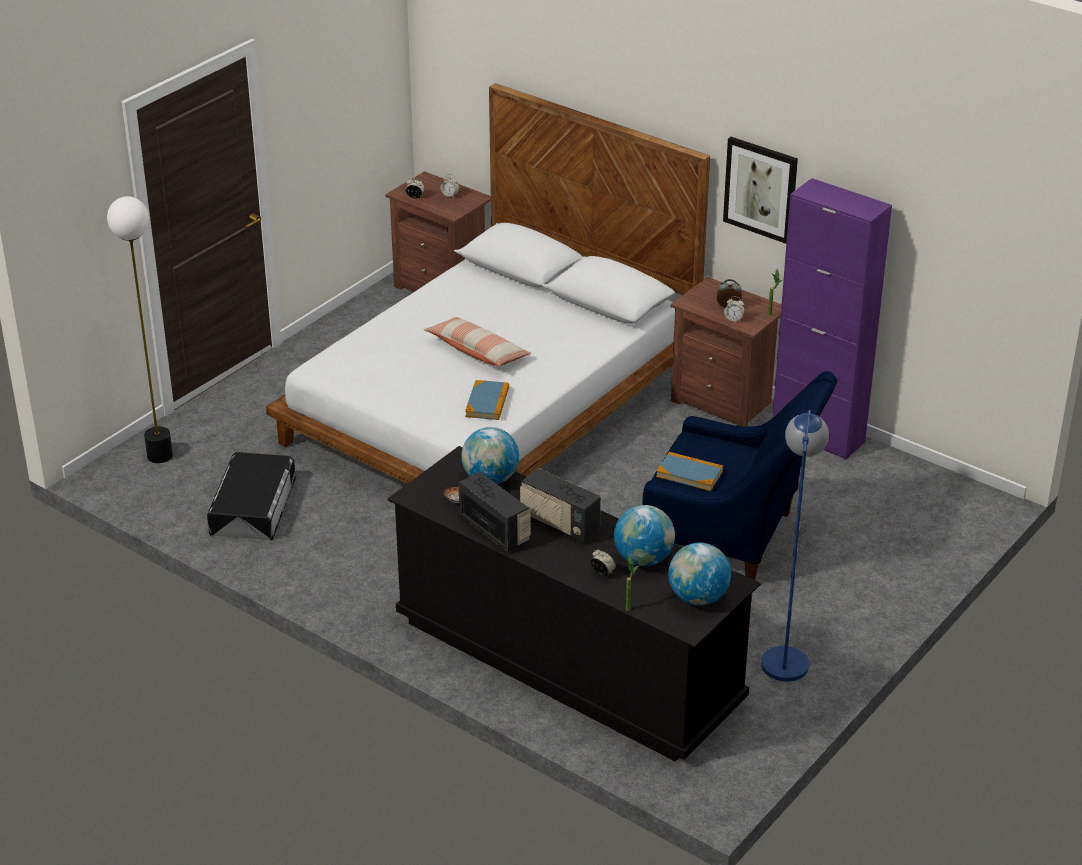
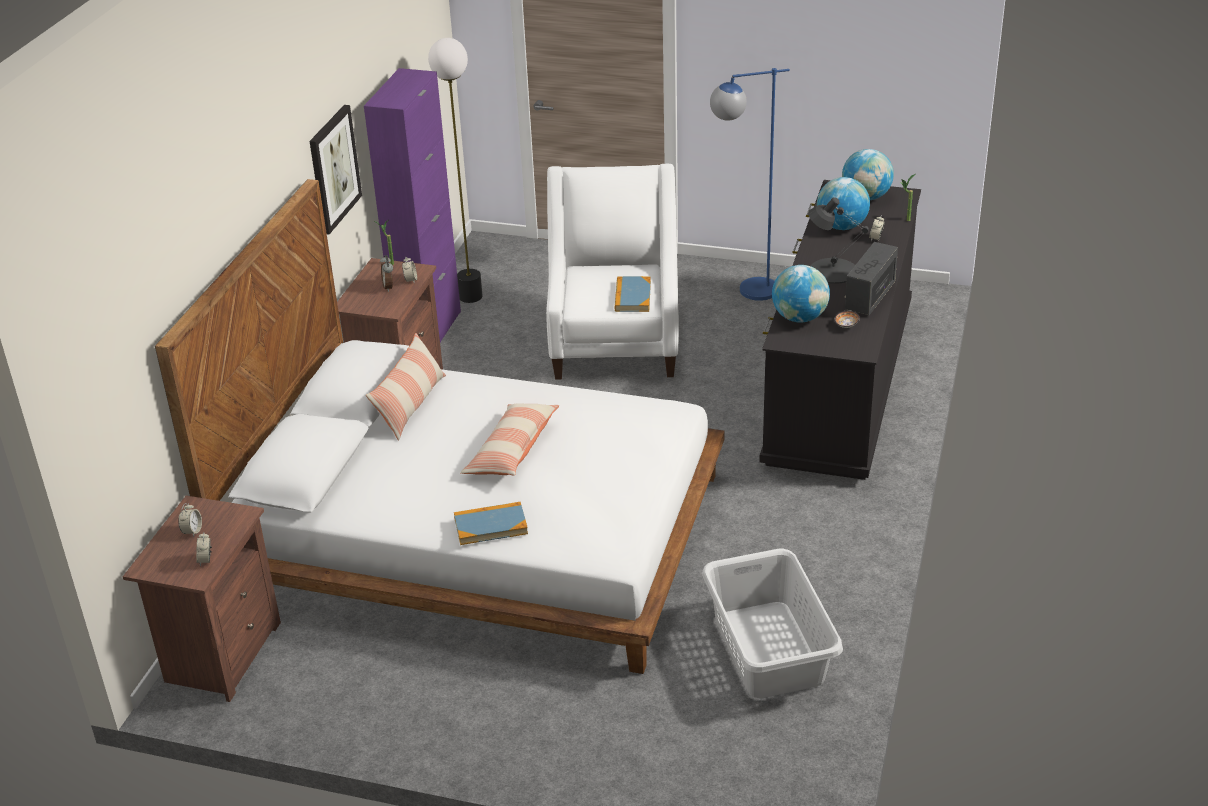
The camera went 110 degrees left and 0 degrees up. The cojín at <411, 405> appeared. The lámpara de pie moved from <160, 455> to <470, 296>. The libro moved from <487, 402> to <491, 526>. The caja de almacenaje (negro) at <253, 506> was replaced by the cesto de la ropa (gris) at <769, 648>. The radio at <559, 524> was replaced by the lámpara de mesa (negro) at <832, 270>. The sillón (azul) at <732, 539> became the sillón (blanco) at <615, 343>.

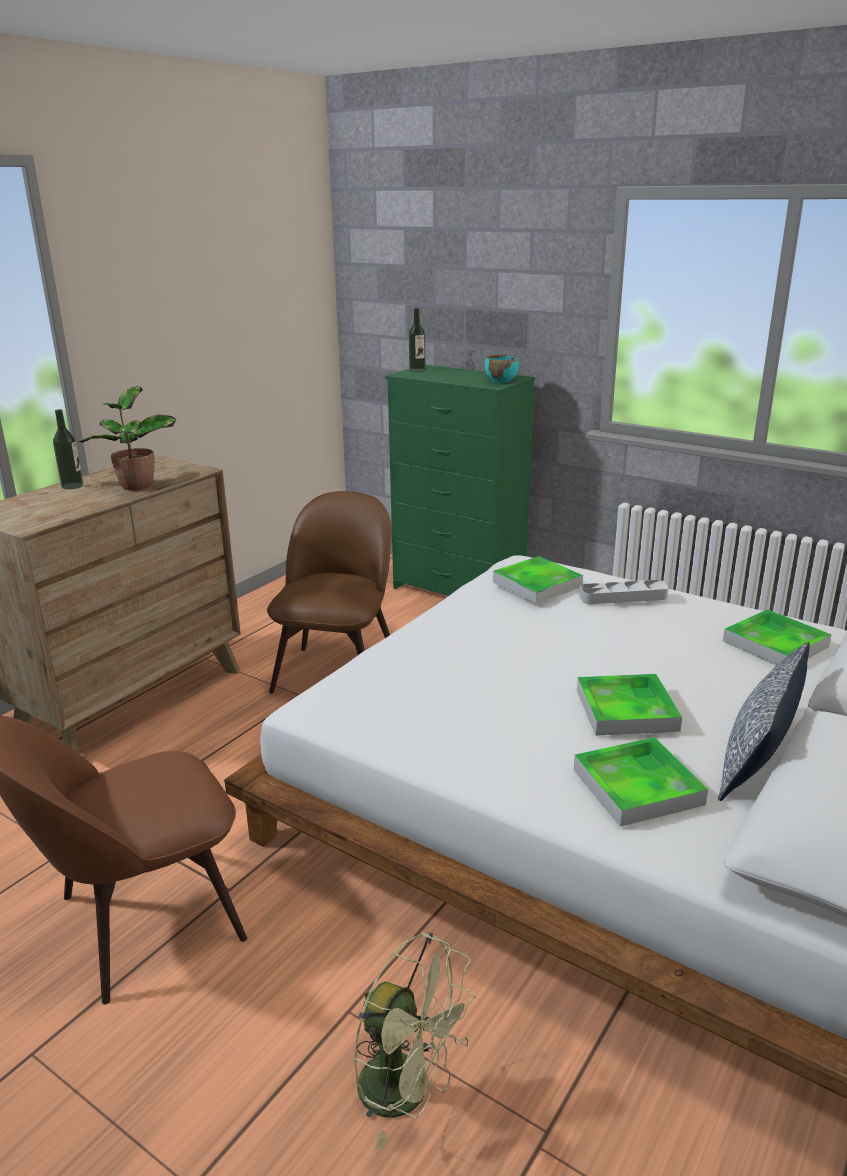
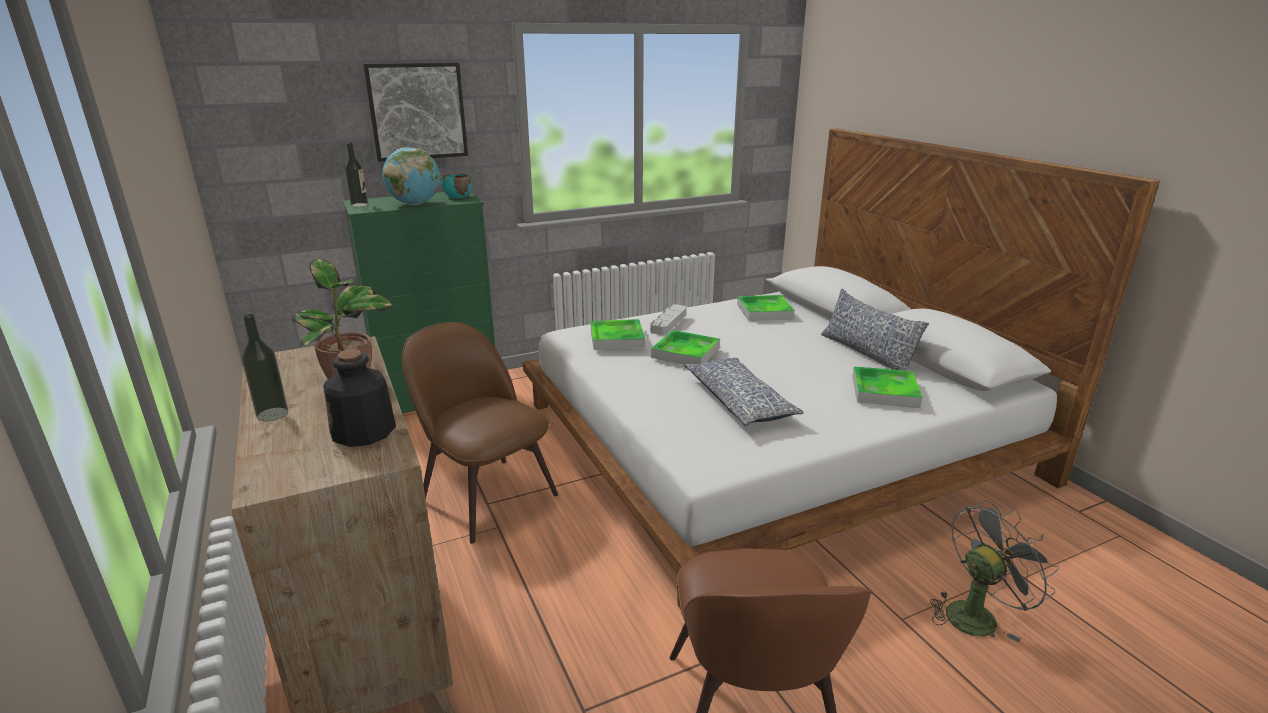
The camera went 60 degrees left and 0 degrees up. The botella at <364, 431> appeared. The cuadro at <417, 111> appeared. The globo terráqueo at <415, 204> appeared. The cojín at <739, 401> appeared. The bandeja moved from <626, 710> to <685, 352>. The ventilador (verde) at <408, 1092> became the ventilador (gris) at <976, 614>.

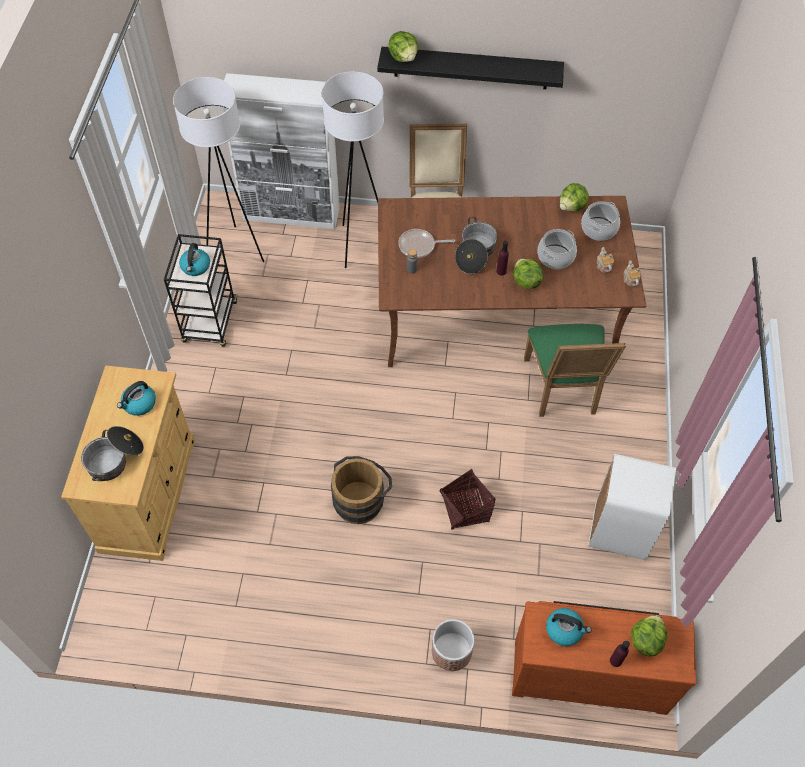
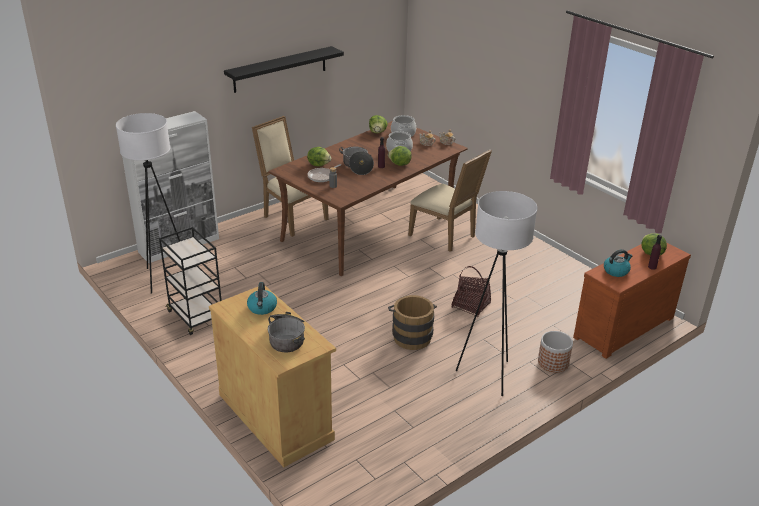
The camera went 45 degrees left and 25 degrees down. The hervidor at <196, 267> disappeared. The papelera (blanco) at <620, 532> disappeared. The lámpara de pie (blanco) moved from <359, 245> to <487, 375>. The lechuga moved from <404, 57> to <319, 164>. The silla (verde) at <563, 390> became the silla (beis) at <445, 236>.

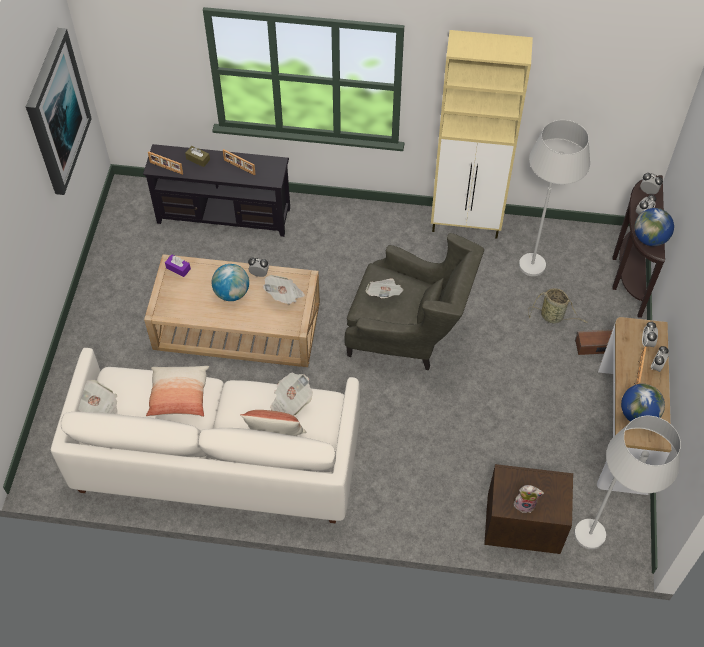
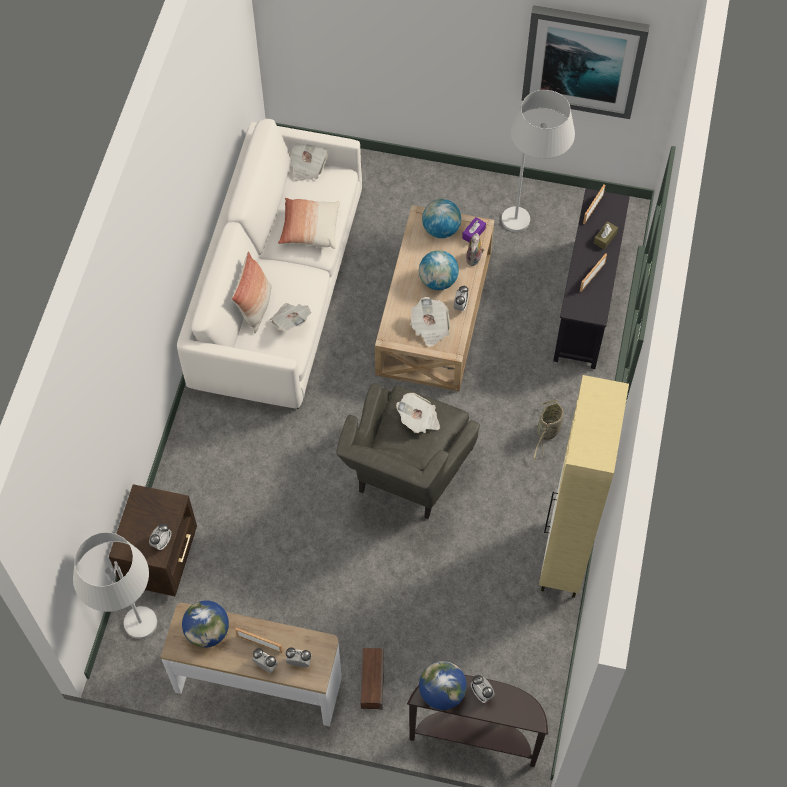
The camera went 95 degrees right and 5 degrees up. The globo terráqueo at <441, 229> appeared. The peluche moved from <525, 504> to <474, 259>. The lámpara de pie (blanco) moved from <537, 254> to <529, 227>. The cesta moved from <553, 317> to <547, 433>. The despertador moved from <648, 191> to <161, 542>.

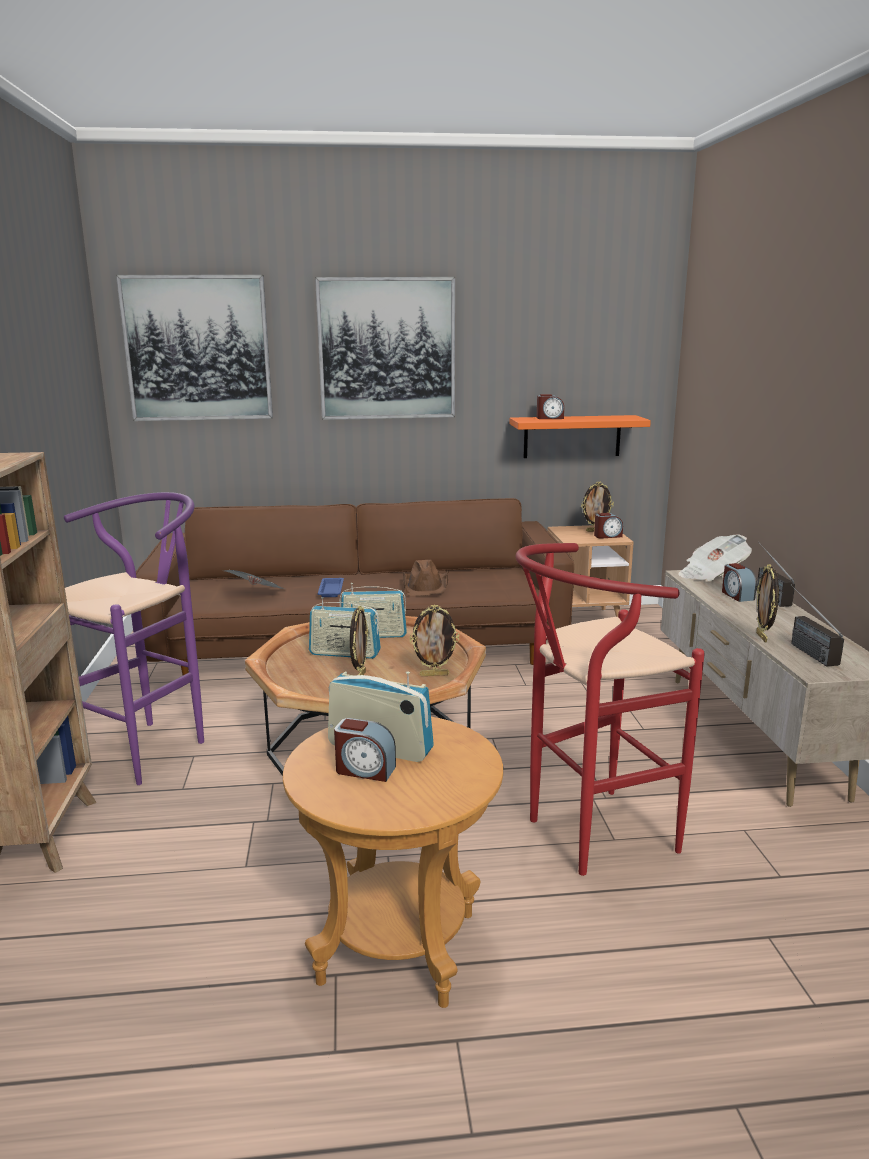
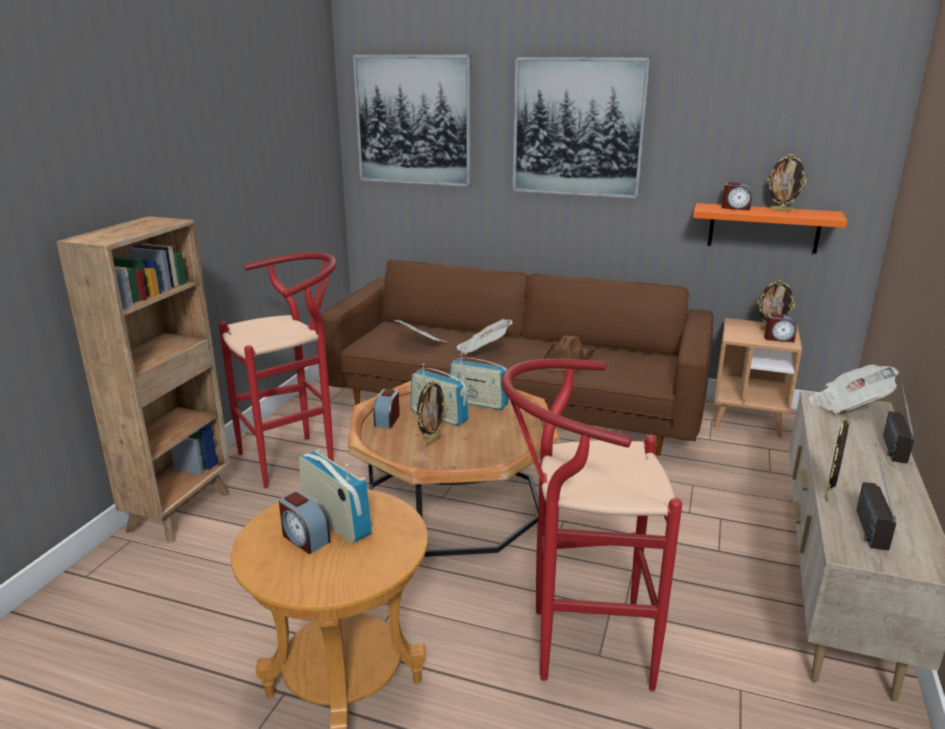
The camera went 25 degrees right and 5 degrees up. The portarretratos moved from <434, 674> to <781, 210>. The despertador moved from <737, 595> to <387, 420>. The bandeja (azul) at <331, 590> was replaced by the periódico at <483, 350>. The taburete (morado) at <151, 746> became the taburete (rojo) at <296, 457>.

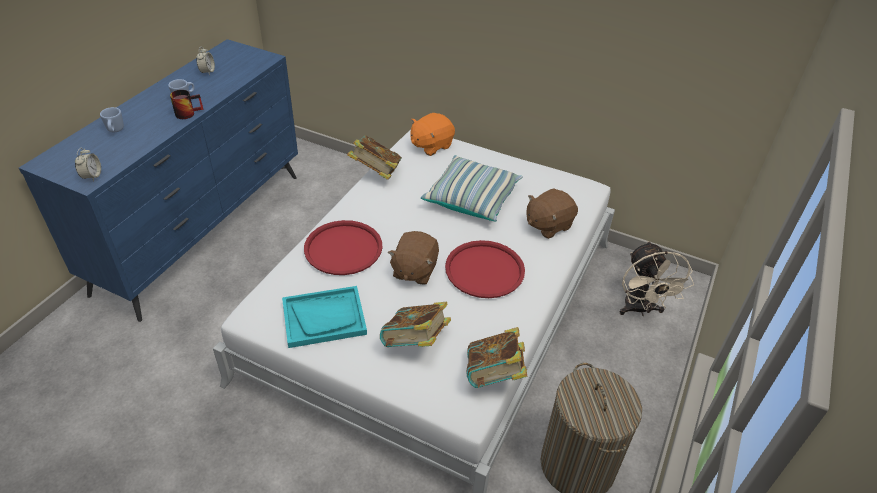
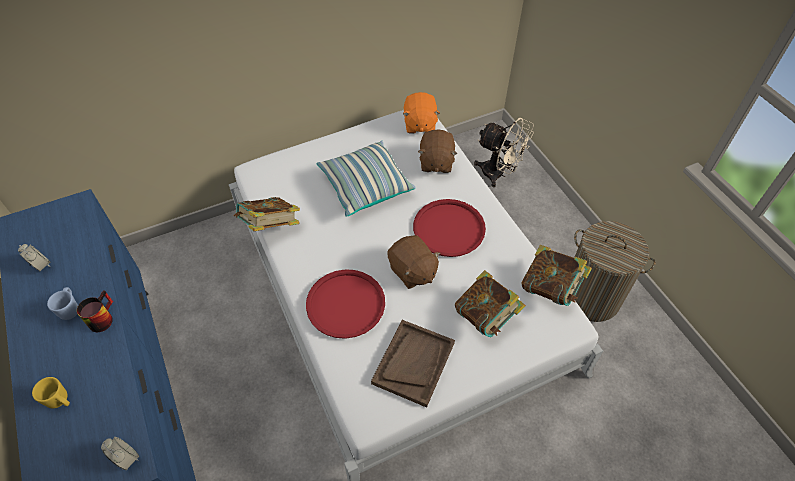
The camera went 50 degrees left and 10 degrees up. The peluche (naranja) moved from <431, 145> to <419, 124>. The taza grande (azul) at <115, 131> became the taza grande (amarillo) at <61, 401>. The bandeja (turquesa) at <324, 318> became the bandeja (marrón) at <413, 363>.

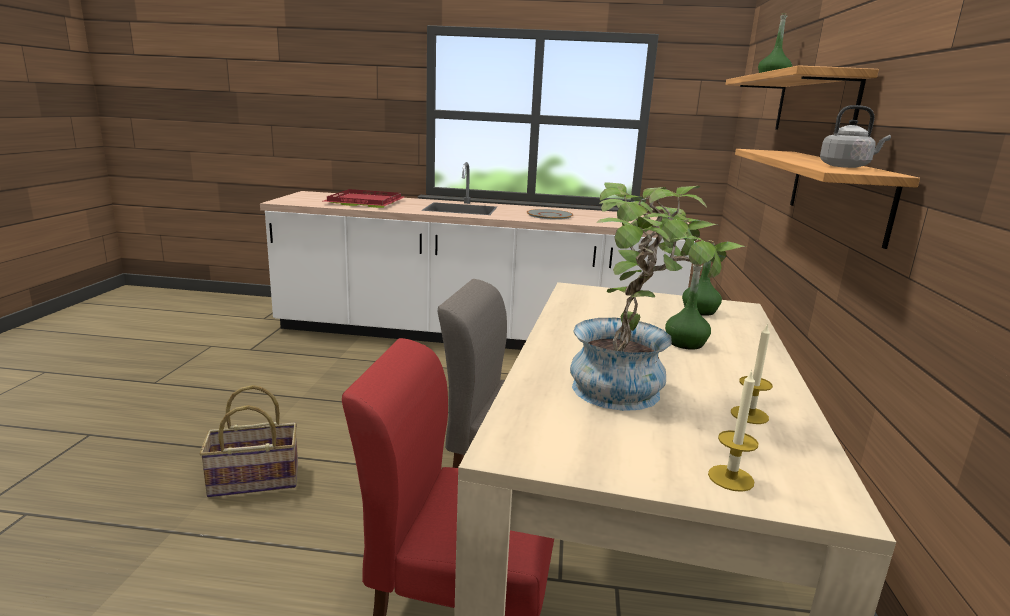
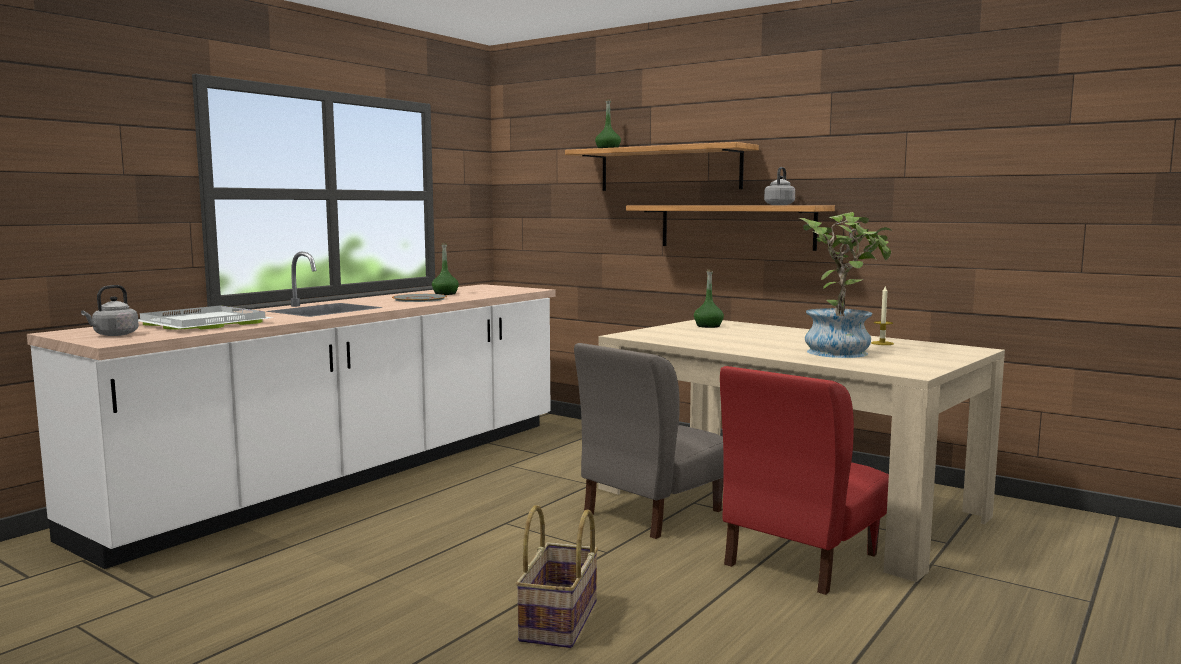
The camera went 60 degrees left and 10 degrees down. The vela at <730, 478> disappeared. The hervidor (gris) at <114, 335> appeared. The botella (verde) moved from <685, 343> to <445, 294>. The bandeja (rojo) at <364, 201> became the bandeja (blanco) at <200, 323>.

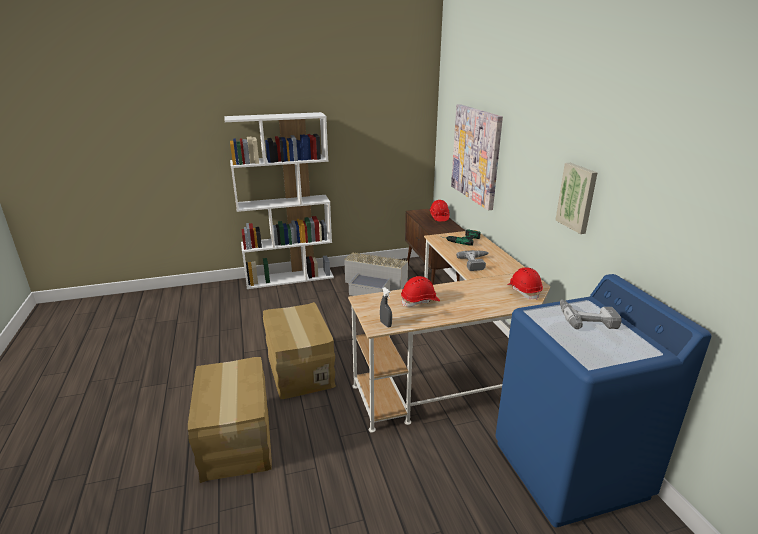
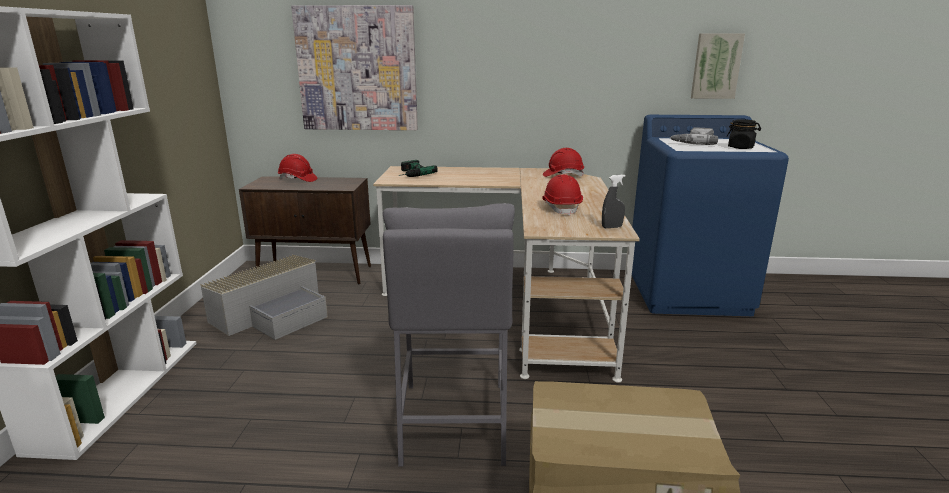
The camera went 70 degrees left and 5 degrees down. The taladro at <476, 263> disappeared. The tarro (negro) at <741, 147> appeared. The cuadro moved from <577, 197> to <716, 66>. The caja de cartón at <299, 369> was replaced by the taburete (gris) at <453, 422>.

